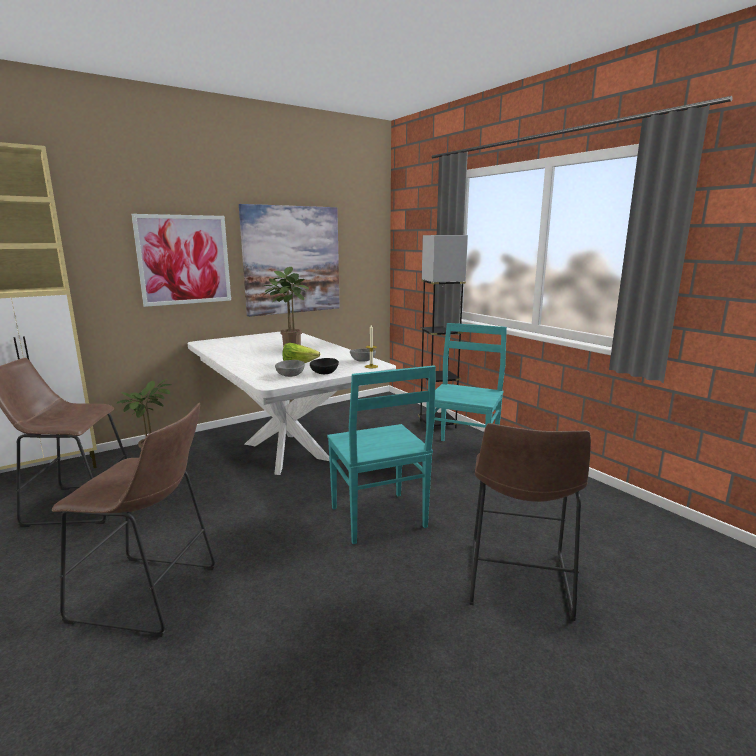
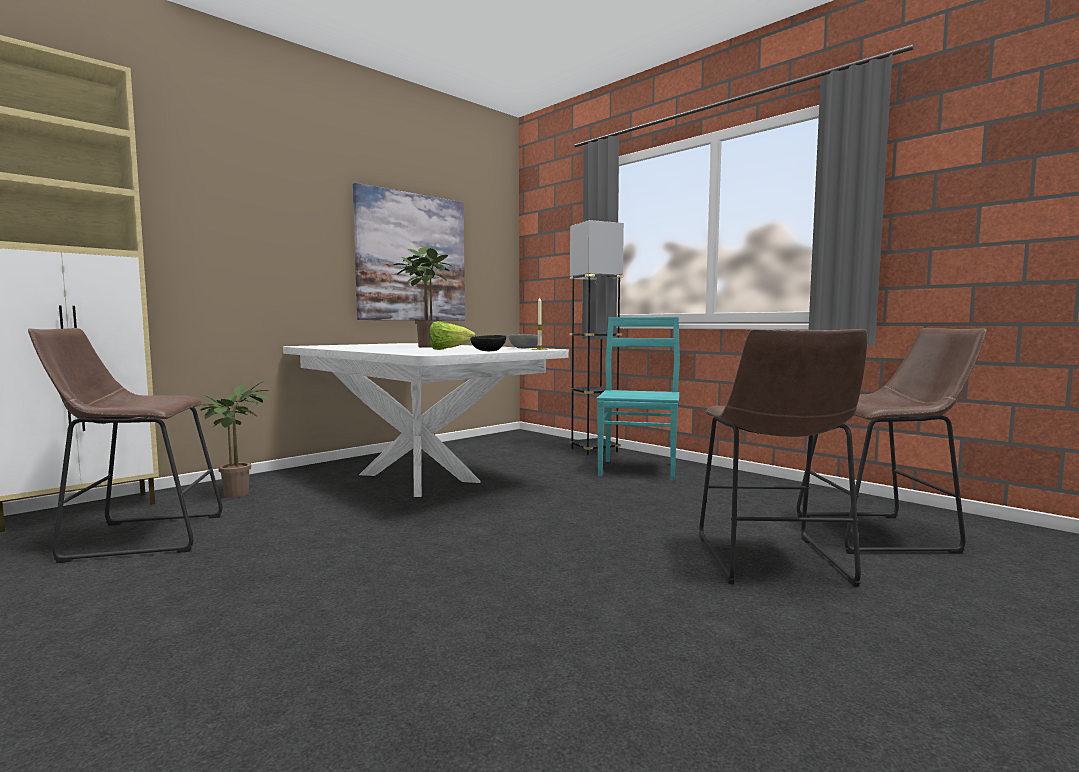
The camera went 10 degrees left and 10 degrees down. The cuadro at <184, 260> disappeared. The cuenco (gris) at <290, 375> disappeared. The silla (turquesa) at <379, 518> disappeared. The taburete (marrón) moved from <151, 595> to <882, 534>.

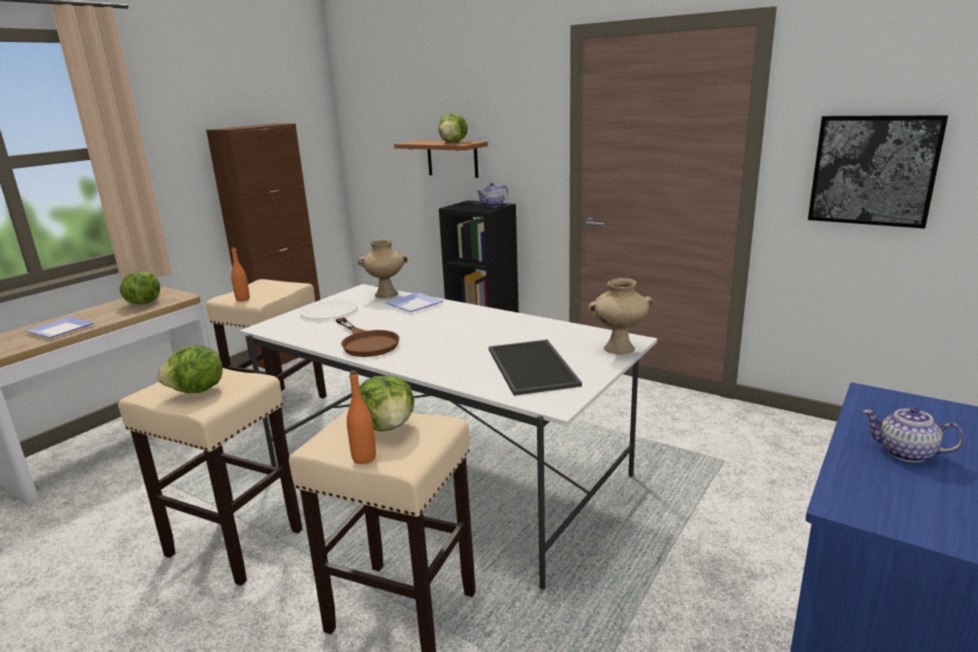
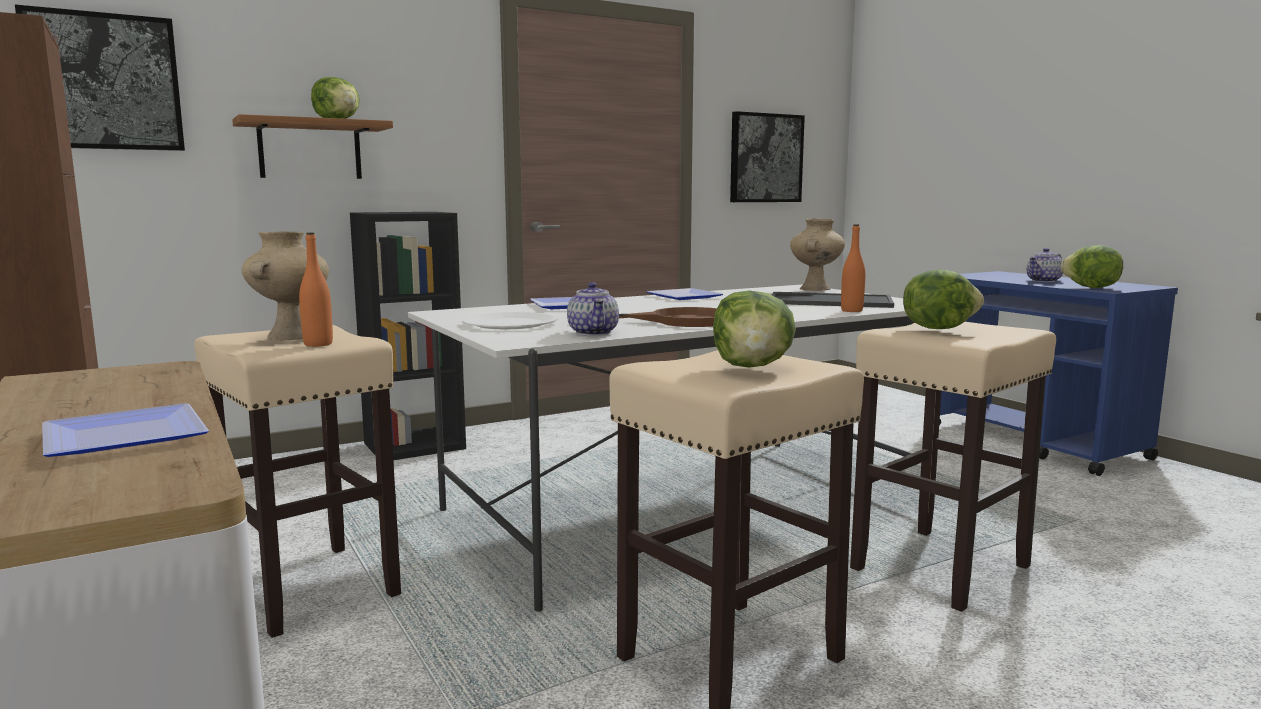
The camera went 65 degrees left and 10 degrees down. The cuadro at <104, 82> appeared. The plato at <687, 297> appeared. The lechuga moved from <144, 302> to <1091, 288>. The botella (naranja) moved from <364, 458> to <851, 311>. The florero (beis) moved from <387, 294> to <291, 336>. The tetera moved from <493, 205> to <594, 333>.

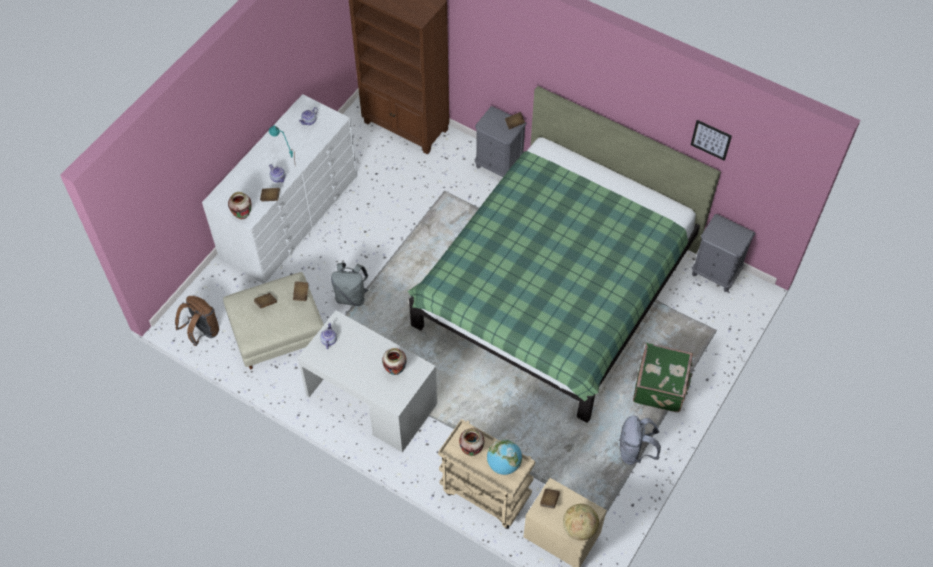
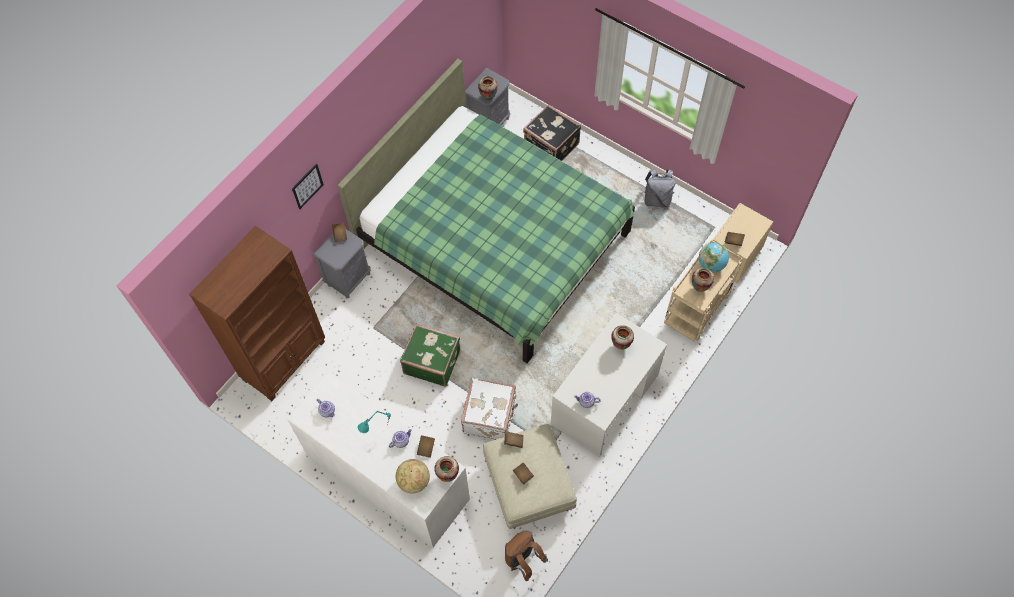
The camera went 85 degrees left and 5 degrees up. The florero at <488, 98> appeared. The maleta (negro) at <551, 145> appeared. The globo terráqueo moved from <579, 528> to <413, 481>. The maleta (verde) moved from <661, 386> to <432, 361>. The cuadro moved from <711, 139> to <307, 186>. The mochila (gris) at <351, 296> was replaced by the maleta (blanco) at <490, 415>.

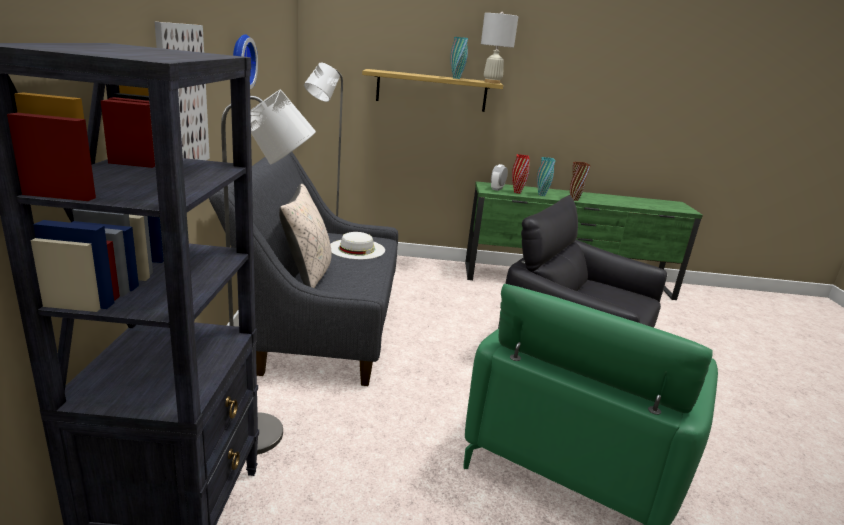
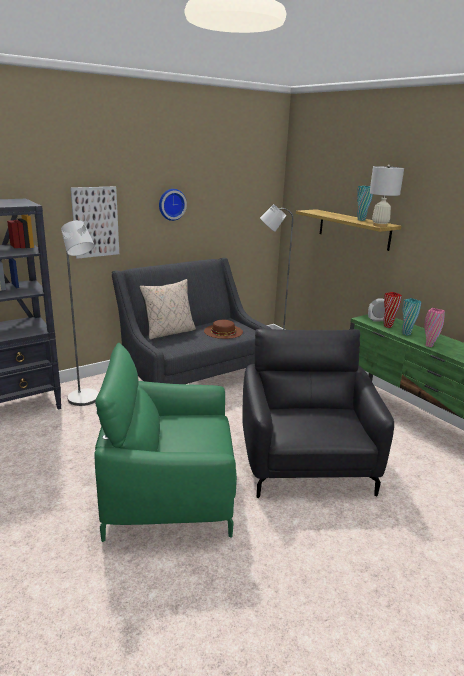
The camera went 55 degrees right and 0 degrees up. The sombrero (blanco) at <357, 249> became the sombrero (marrón) at <223, 331>. The florero (marrón) at <574, 199> became the florero (rosa) at <429, 345>.

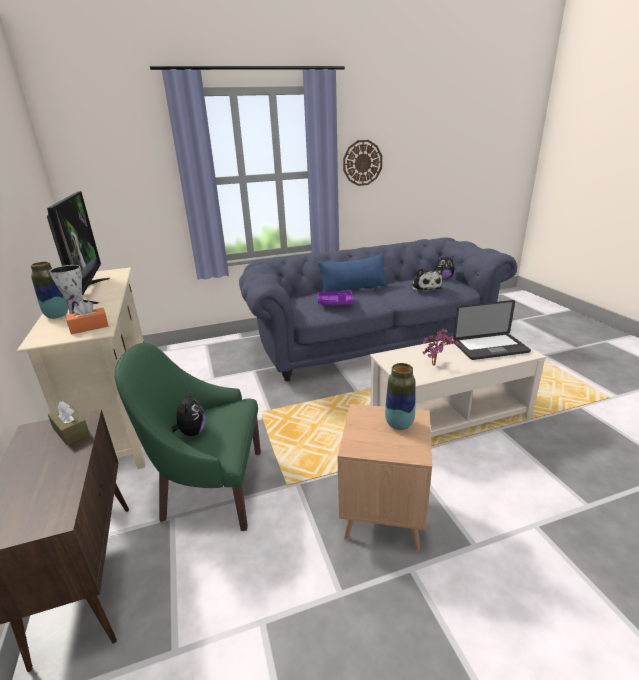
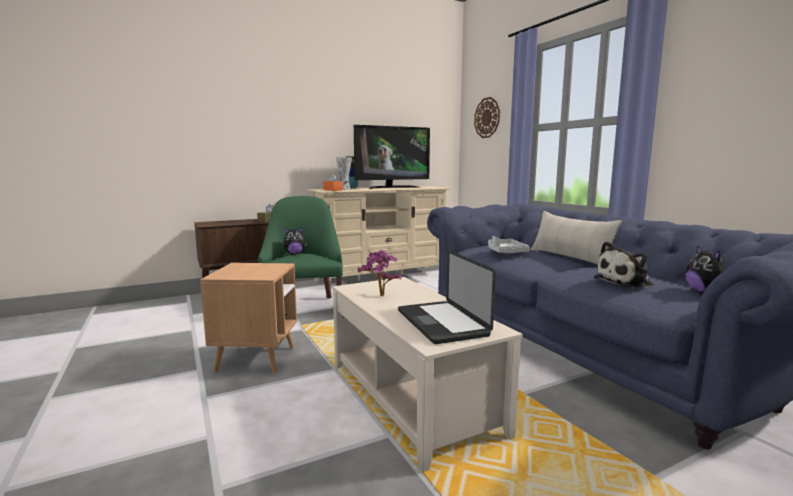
The camera went 80 degrees right and 15 degrees down. The florero at <399, 424> disappeared. The reloj de pared moved from <362, 163> to <487, 117>. The cojín (azul) at <353, 289> became the cojín (beis) at <569, 258>. The bandeja (morado) at <335, 303> became the bandeja (gris) at <505, 252>.

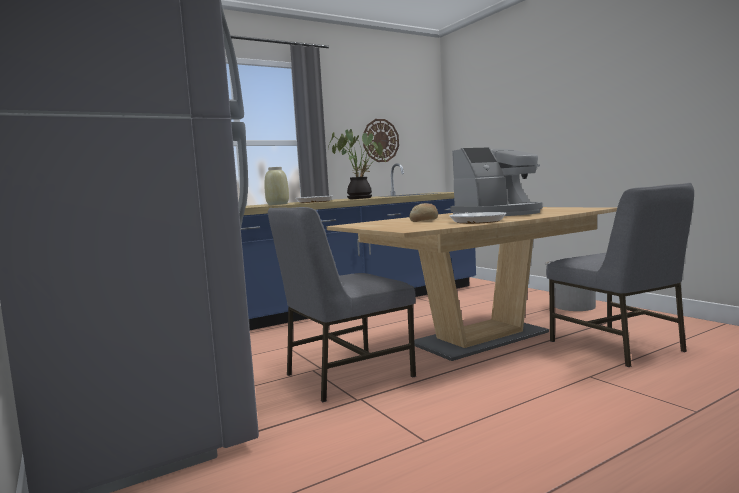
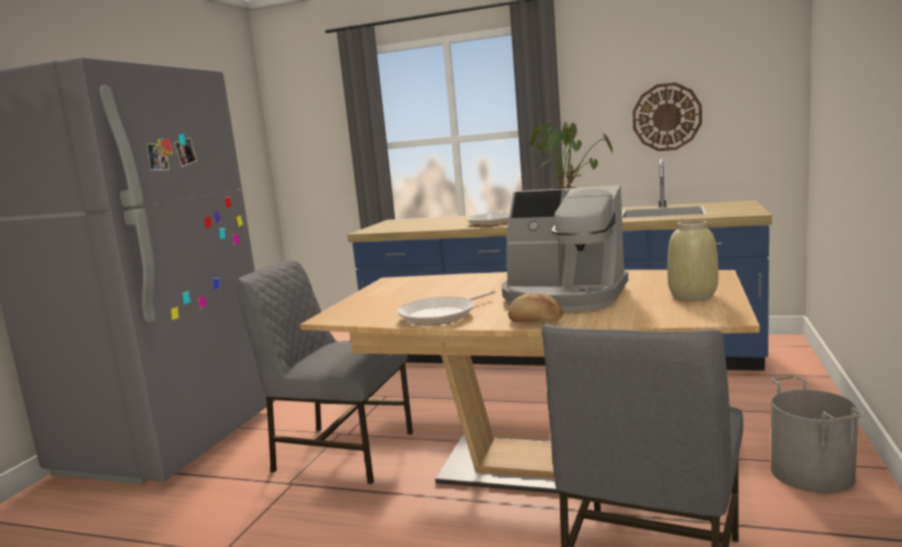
The camera went 50 degrees right and 5 degrees up. The florero (beis) moved from <278, 204> to <693, 295>. The pan moved from <424, 221> to <535, 321>.

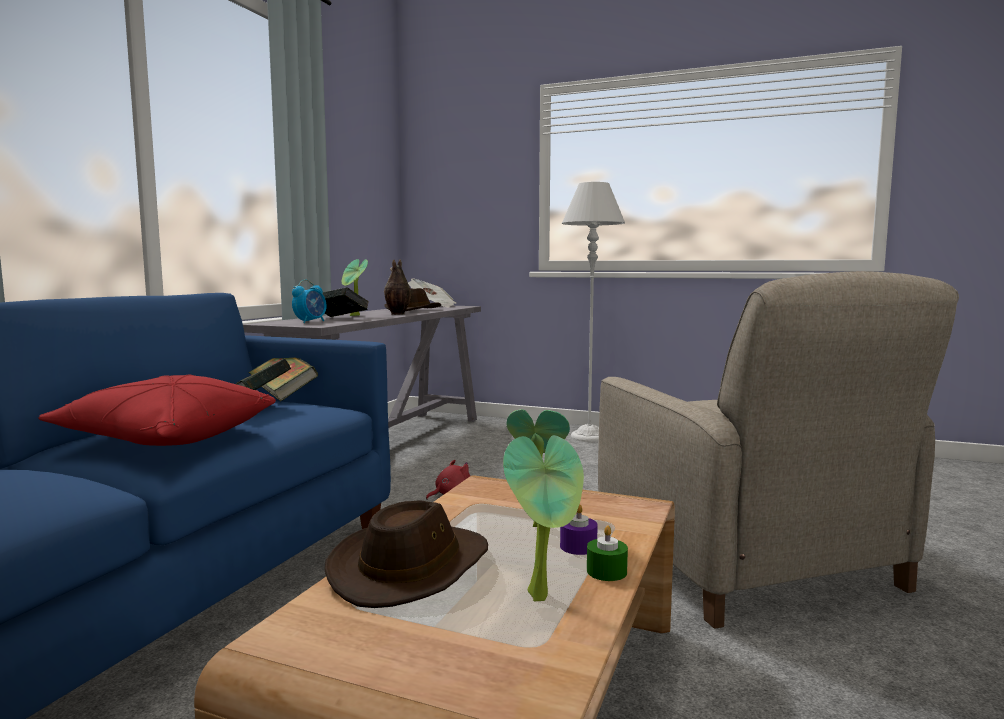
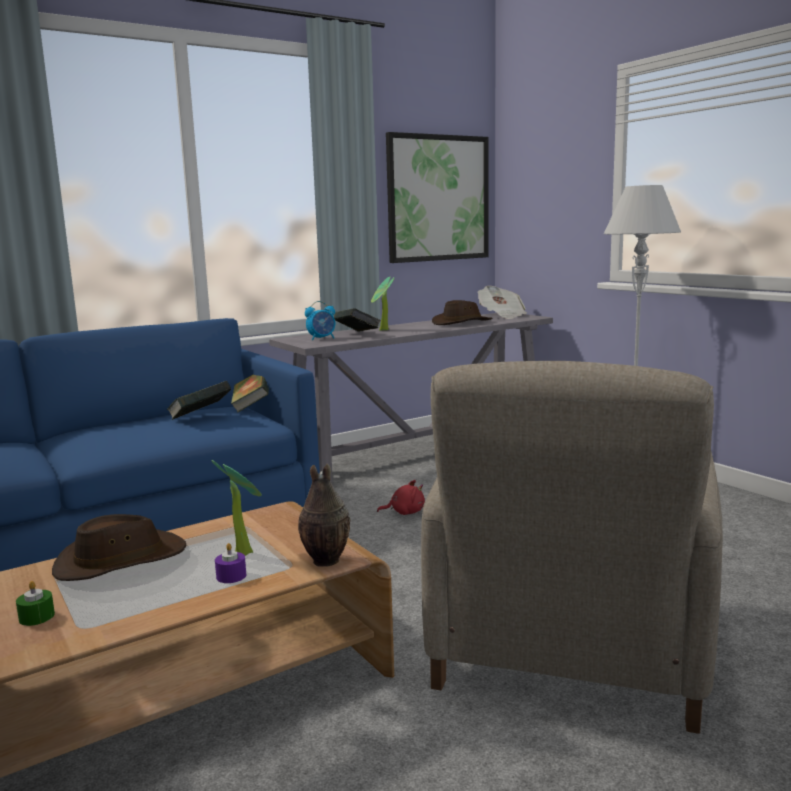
The camera went 35 degrees right and 5 degrees up. The cojín (rojo) at <167, 438> disappeared. The planta en maceta at <544, 596> disappeared. The cuadro at <438, 198> appeared. The florero moved from <397, 314> to <324, 561>. The vela (verde) moved from <606, 571> to <36, 617>.

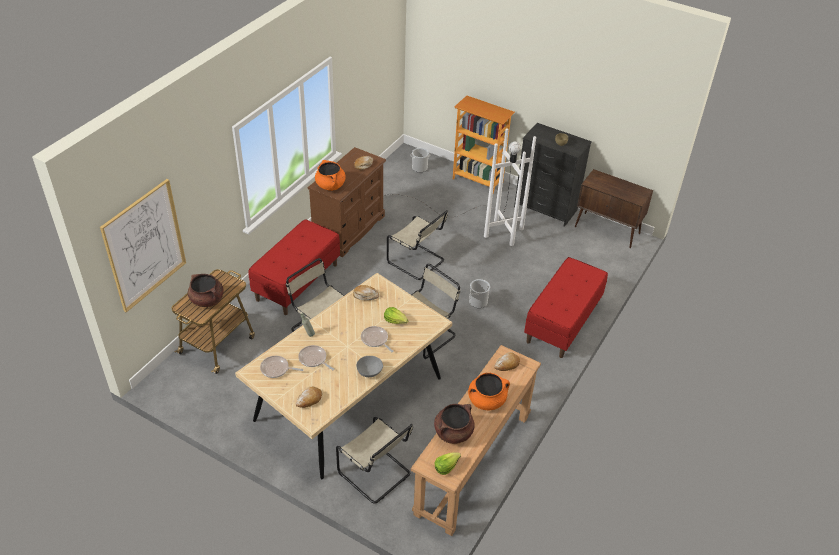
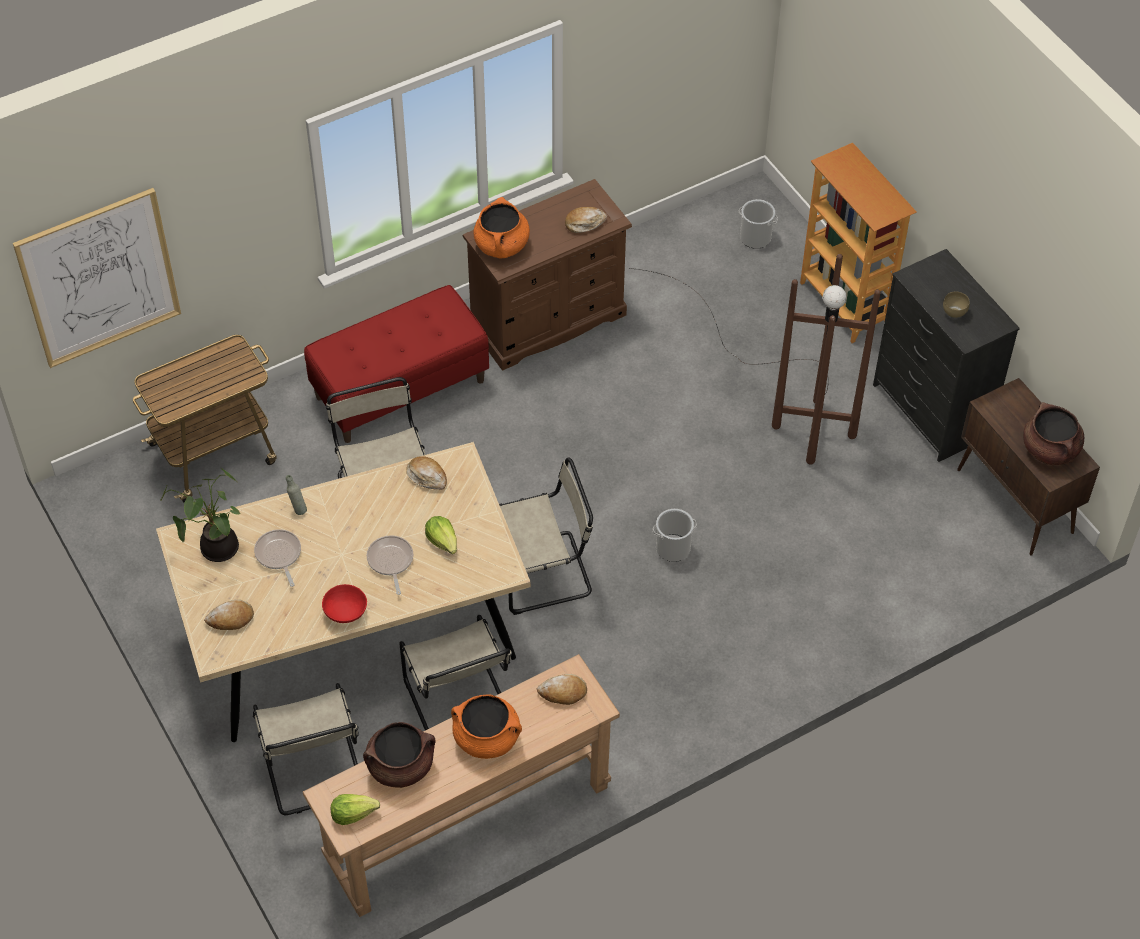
The camera went 30 degrees right and 10 degrees up. The banco (rojo) at <563, 322> disappeared. The olla (marrón) moved from <207, 300> to <1050, 450>. The silla (beis) moved from <417, 262> to <459, 704>. The sartén at <276, 369> was replaced by the planta en maceta at <216, 548>. The cuenco (gris) at <369, 372> became the cuenco (rojo) at <345, 612>. The lámpara de pie (blanco) at <474, 220> became the lámpara de pie (marrón) at <778, 385>.

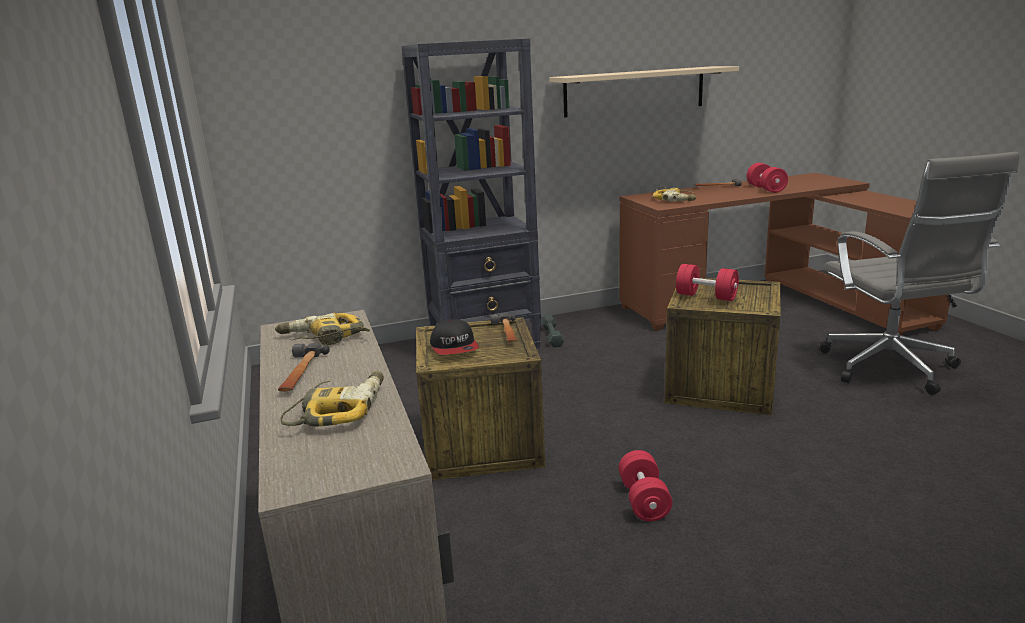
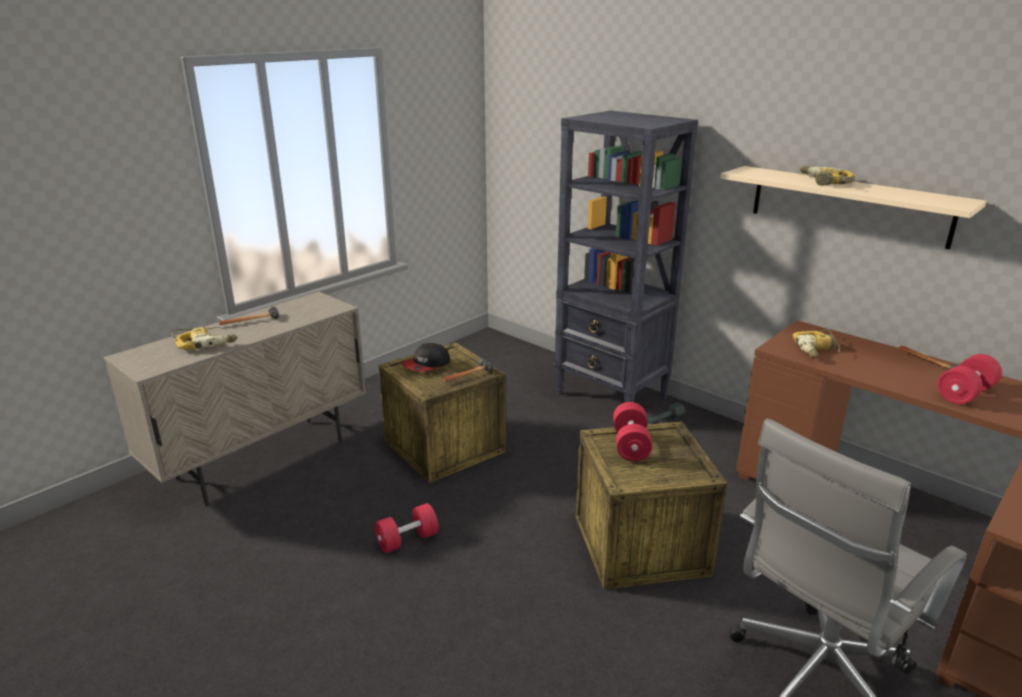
The camera went 60 degrees right and 5 degrees up. The taladro moved from <323, 339> to <822, 182>.

